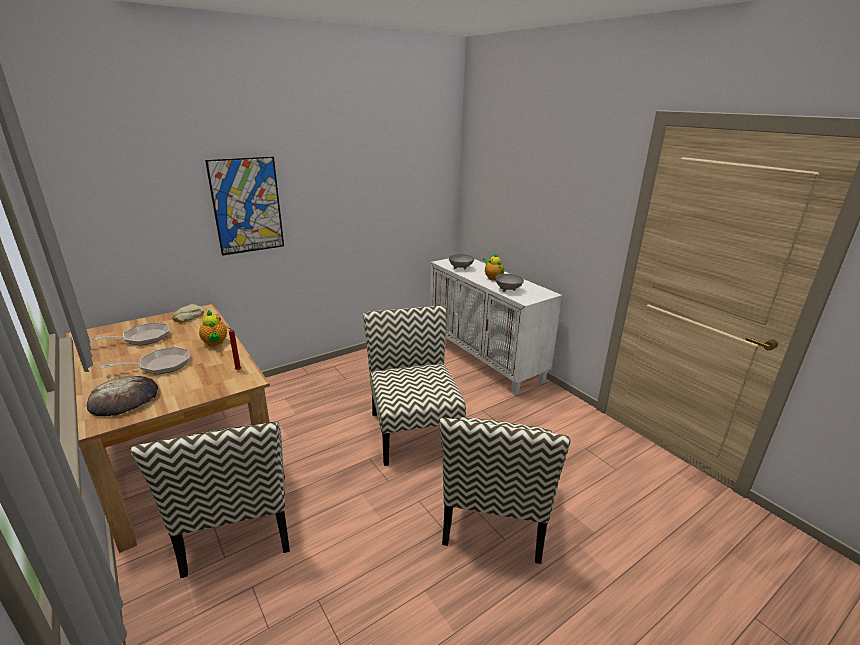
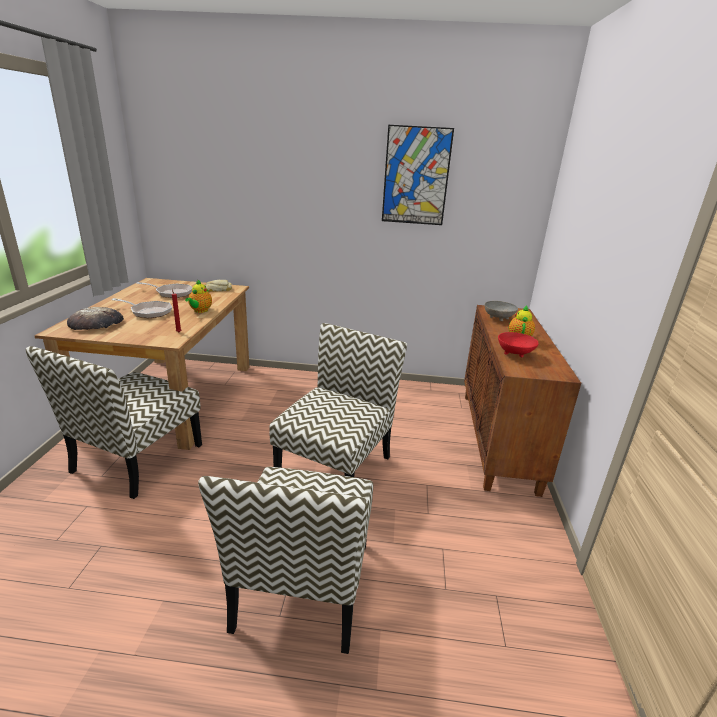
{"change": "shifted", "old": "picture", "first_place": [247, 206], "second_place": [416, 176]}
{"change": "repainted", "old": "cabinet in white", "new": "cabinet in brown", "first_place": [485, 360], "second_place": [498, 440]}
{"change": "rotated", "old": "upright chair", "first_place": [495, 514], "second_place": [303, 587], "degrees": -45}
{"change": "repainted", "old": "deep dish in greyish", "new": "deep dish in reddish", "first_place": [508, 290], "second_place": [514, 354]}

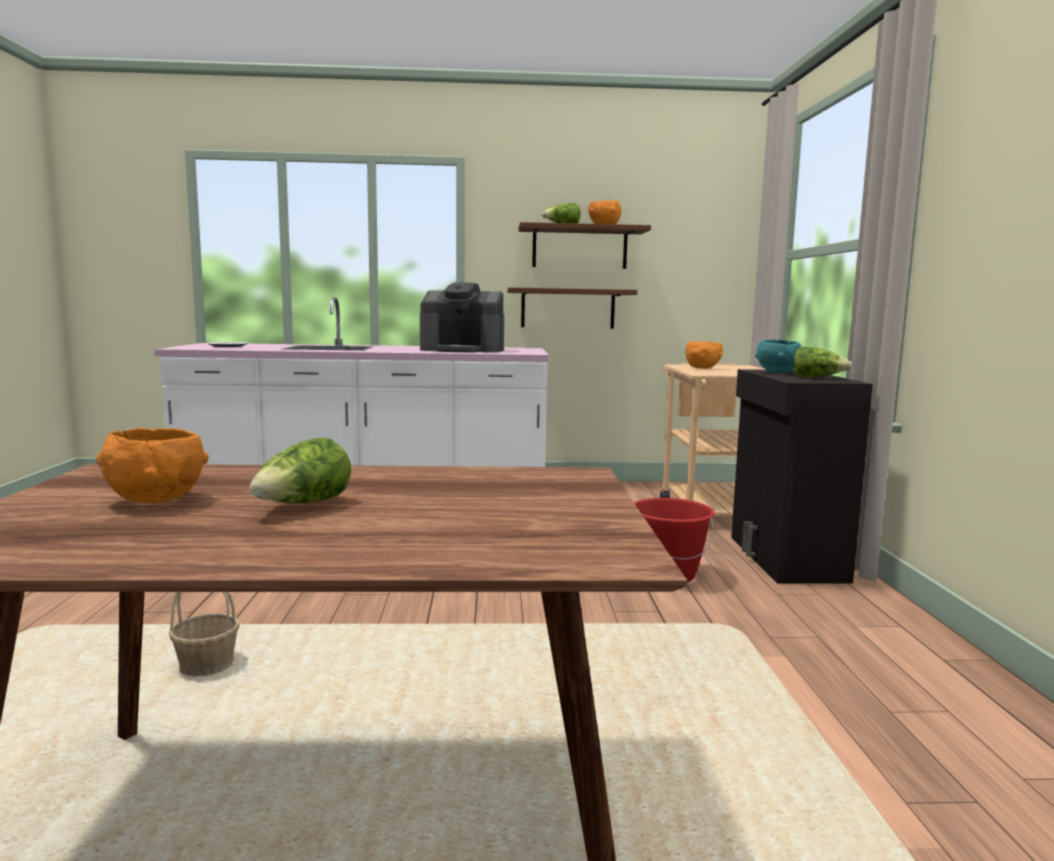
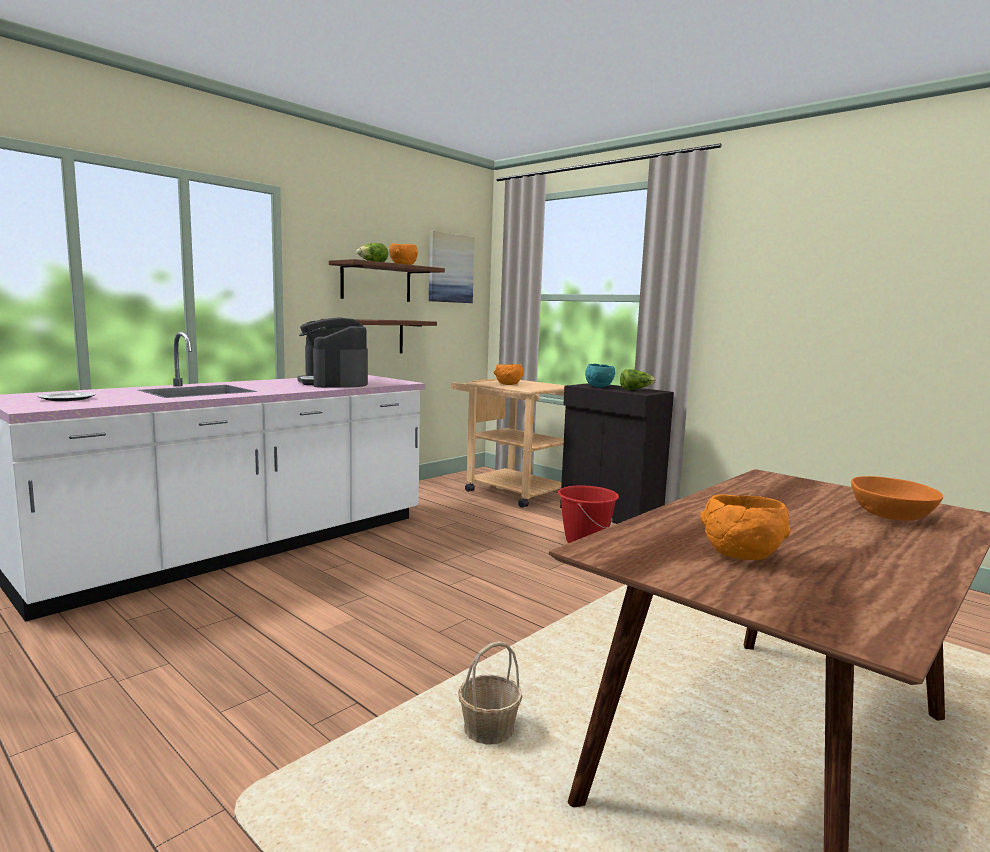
{"change": "gone", "old": "lettuce", "first_place": [303, 505]}
{"change": "rotated", "old": "coffee brewer", "first_place": [463, 350], "second_place": [334, 383], "degrees": 105}
{"change": "new", "new": "picture", "second_place": [450, 268]}
{"change": "new", "new": "deep dish in orangey", "second_place": [892, 516]}

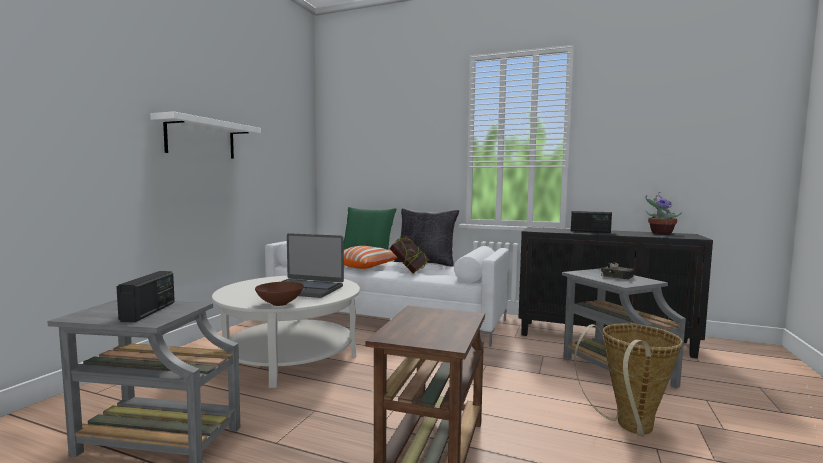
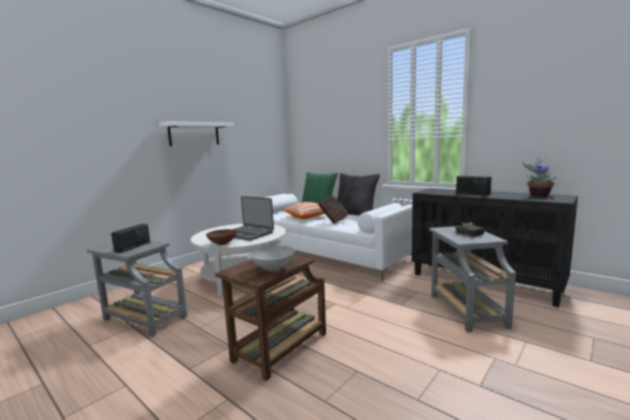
{"change": "gone", "old": "household basket", "first_place": [629, 428]}
{"change": "new", "new": "deep dish in greyish", "second_place": [274, 268]}

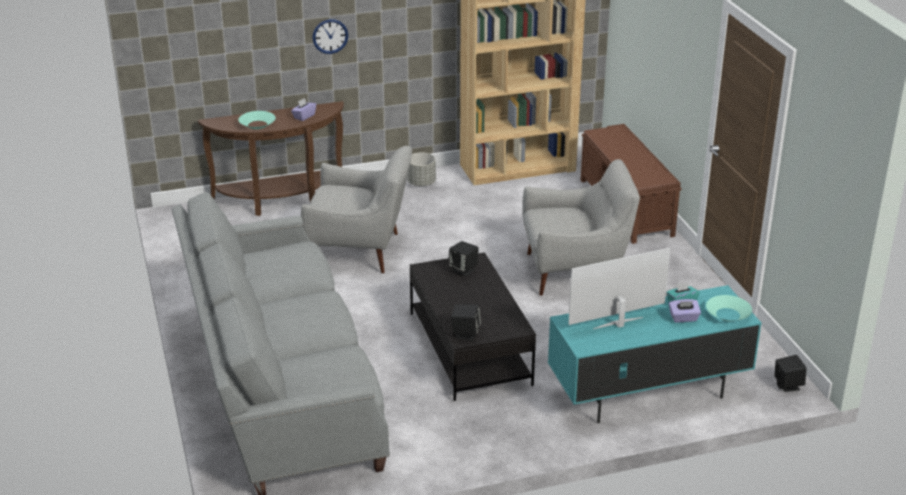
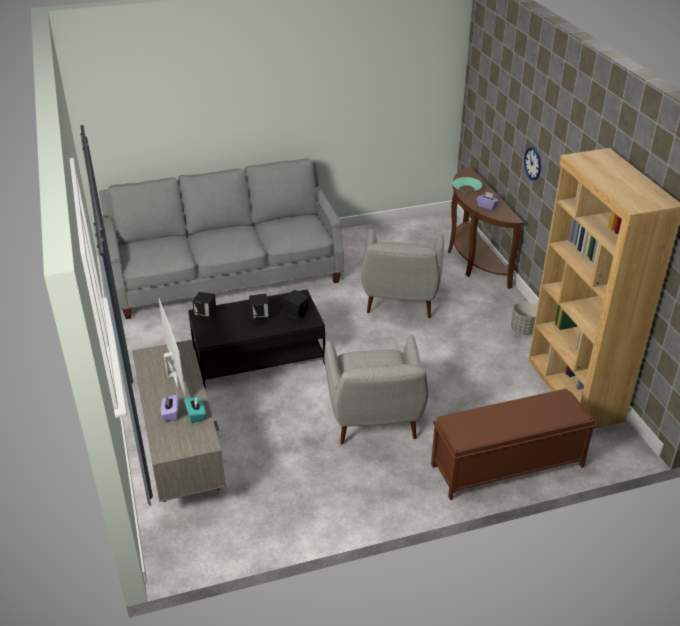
{"change": "repainted", "old": "tv stand in blue-green", "new": "tv stand in greyish", "first_place": [647, 393], "second_place": [181, 453]}
{"change": "gone", "old": "deep dish in blue-green", "first_place": [727, 314]}
{"change": "shifted", "old": "loudspeaker in black", "first_place": [787, 385], "second_place": [260, 316]}

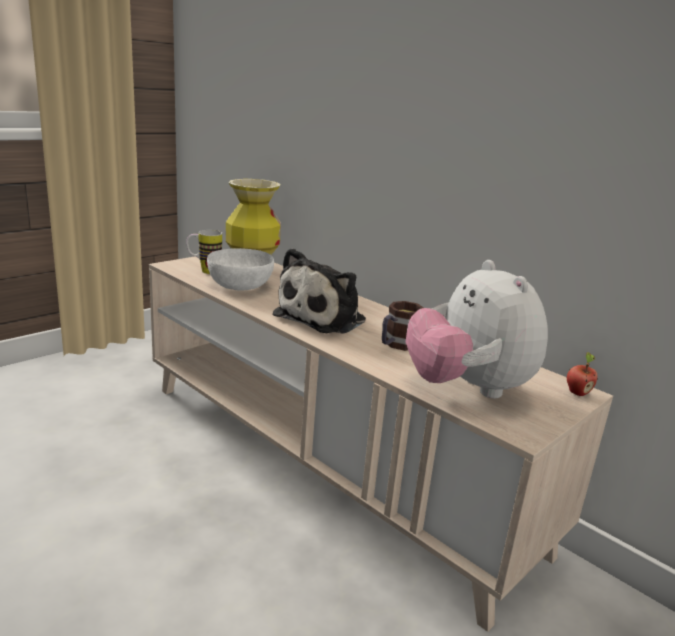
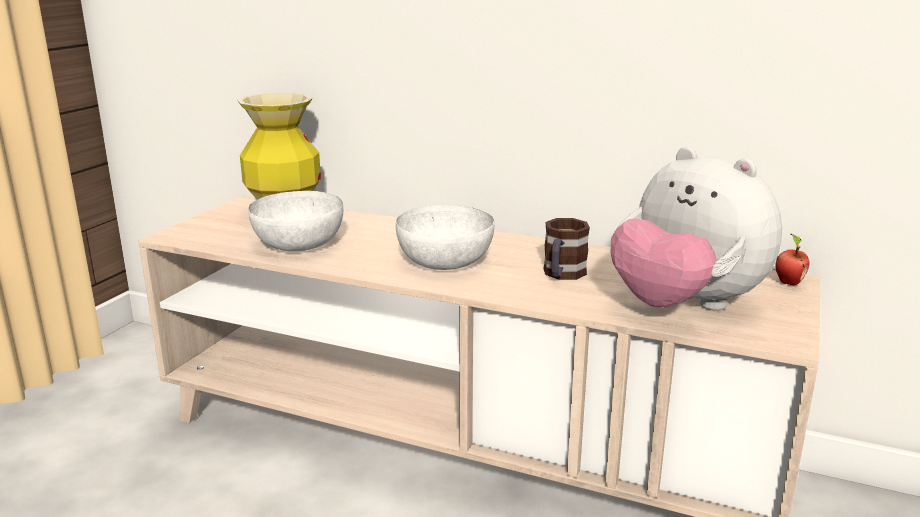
{"change": "gone", "old": "tea mug", "first_place": [204, 271]}
{"change": "swapped", "old": "cuddly toy", "new": "deep dish in white", "first_place": [324, 317], "second_place": [446, 261]}

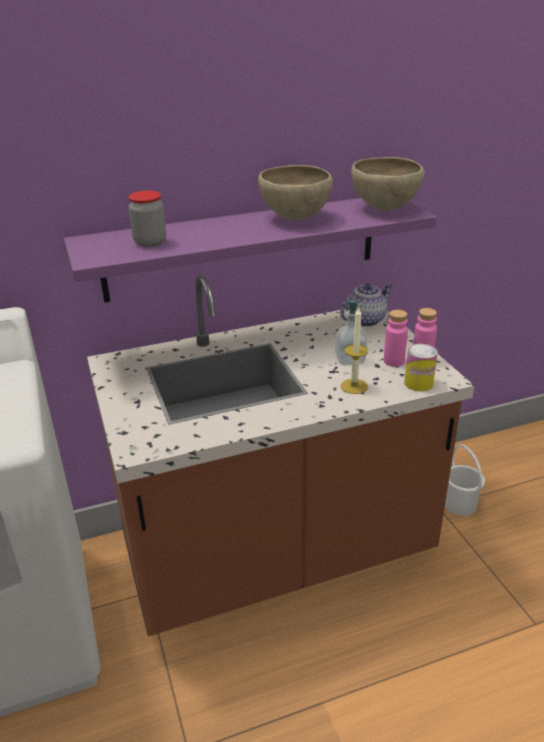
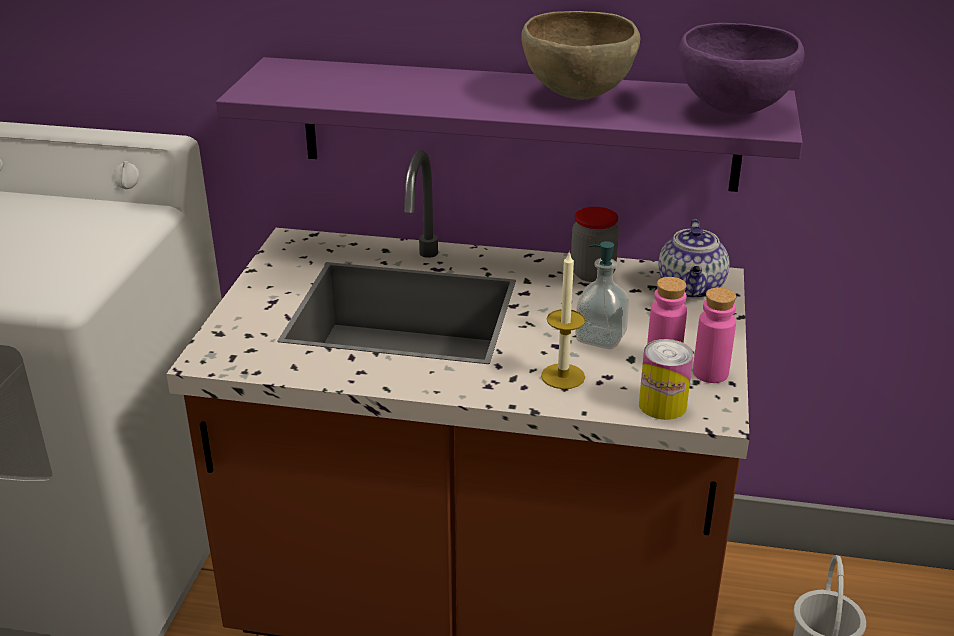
{"change": "shifted", "old": "preserve jar", "first_place": [150, 242], "second_place": [592, 274]}
{"change": "rotated", "old": "tea pot", "first_place": [365, 320], "second_place": [691, 288], "degrees": 105}
{"change": "repainted", "old": "deep dish in brown", "new": "deep dish in purple", "first_place": [383, 209], "second_place": [732, 112]}

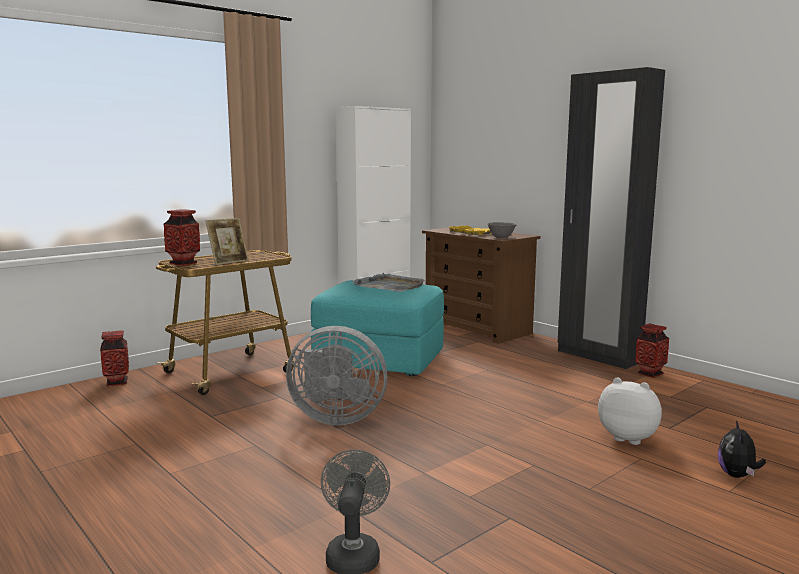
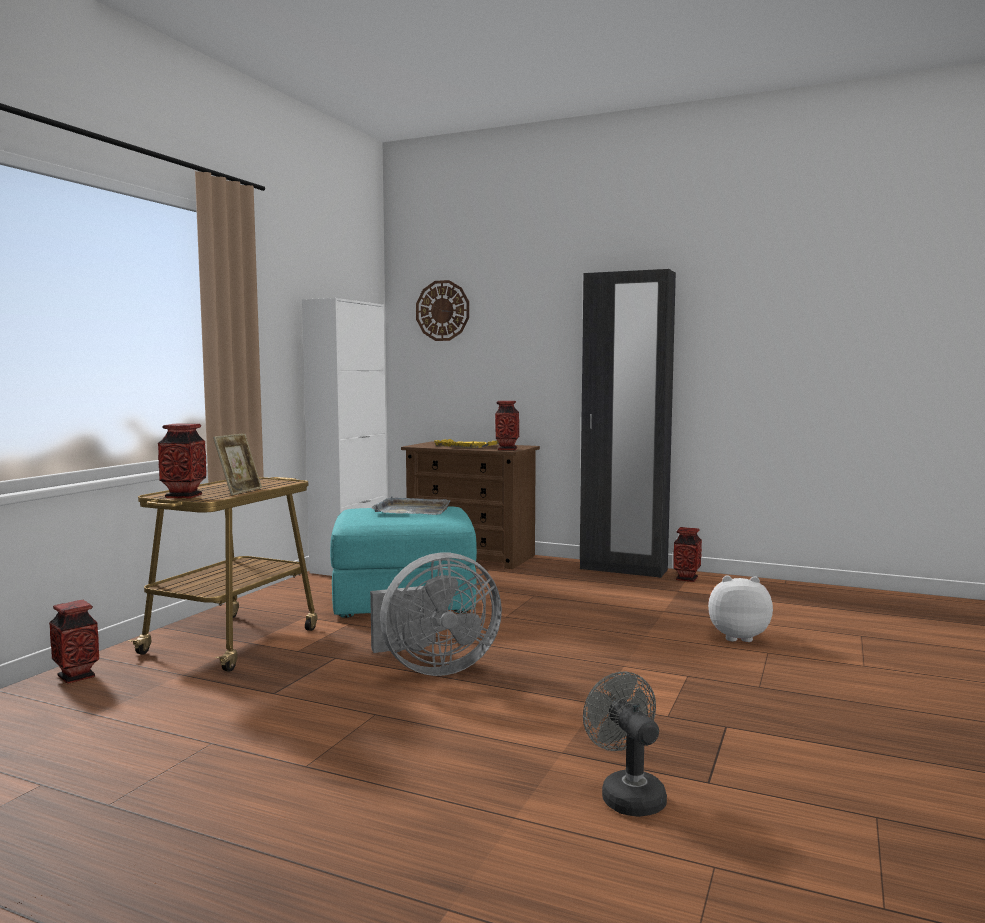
{"change": "swapped", "old": "deep dish in greyish", "new": "flower vase", "first_place": [501, 238], "second_place": [507, 449]}
{"change": "gone", "old": "cuddly toy", "first_place": [737, 475]}
{"change": "new", "new": "wall clock", "second_place": [442, 310]}

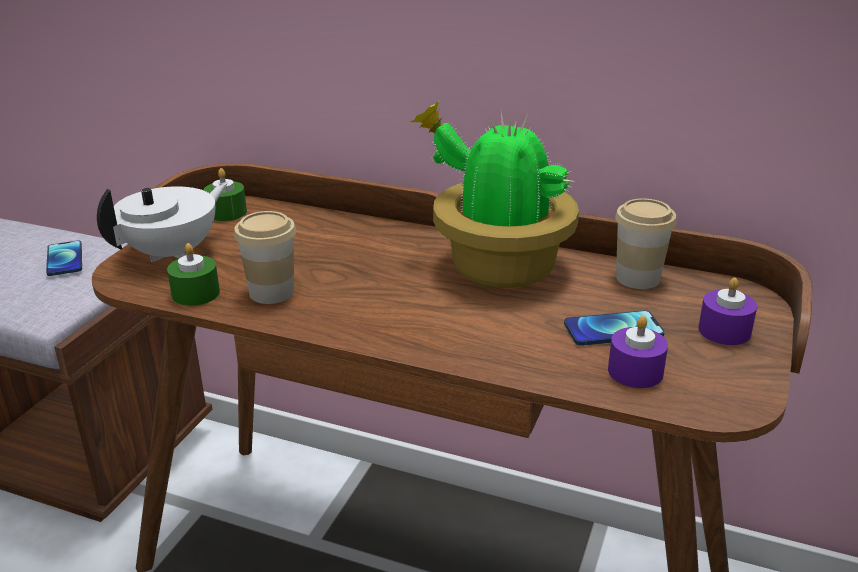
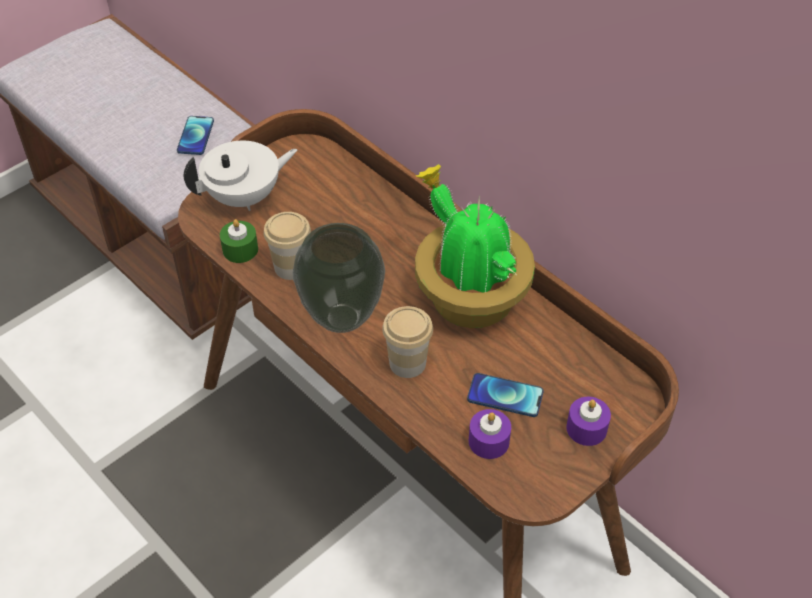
{"change": "gone", "old": "wax light in greenish", "first_place": [226, 212]}
{"change": "shifted", "old": "small cup", "first_place": [637, 278], "second_place": [407, 363]}
{"change": "new", "new": "flower vase", "second_place": [342, 320]}

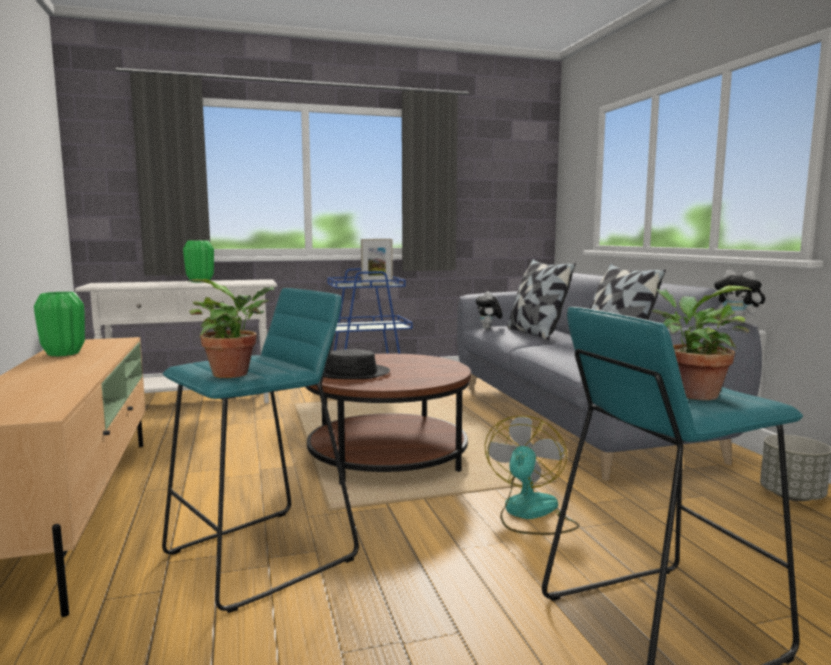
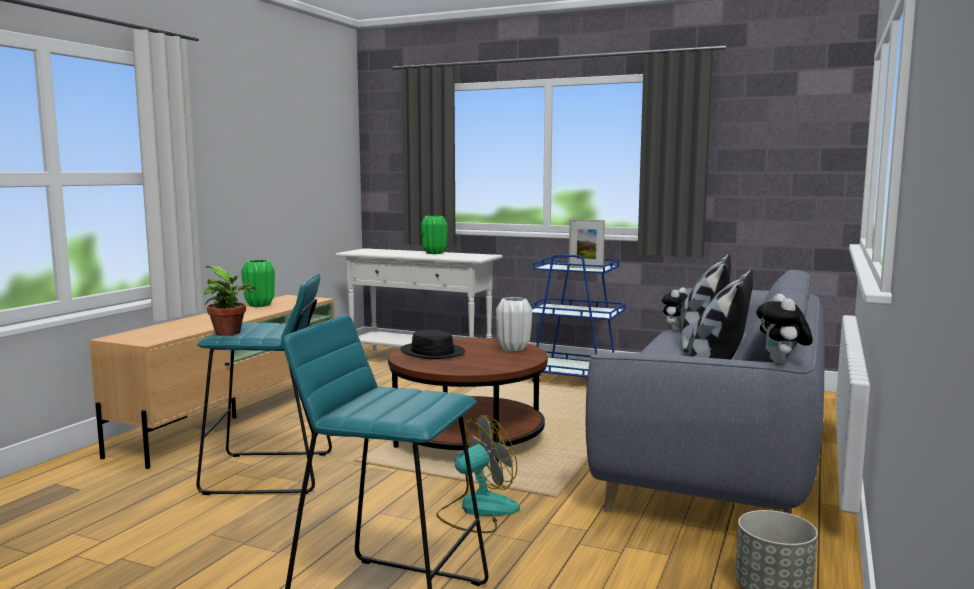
{"change": "gone", "old": "houseplant", "first_place": [690, 394]}
{"change": "new", "new": "flower vase in white", "second_place": [514, 349]}

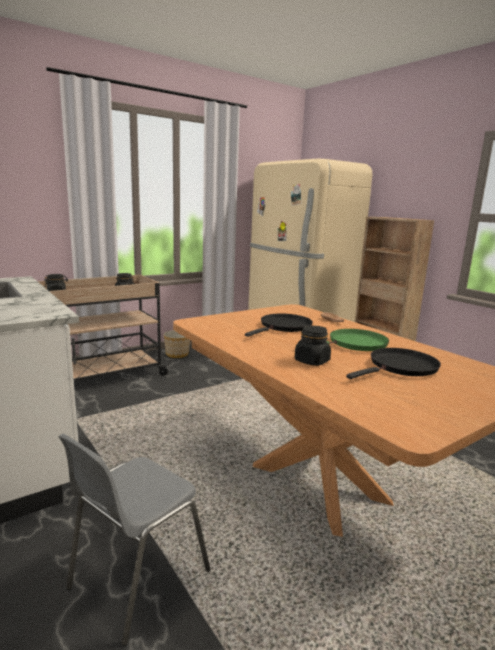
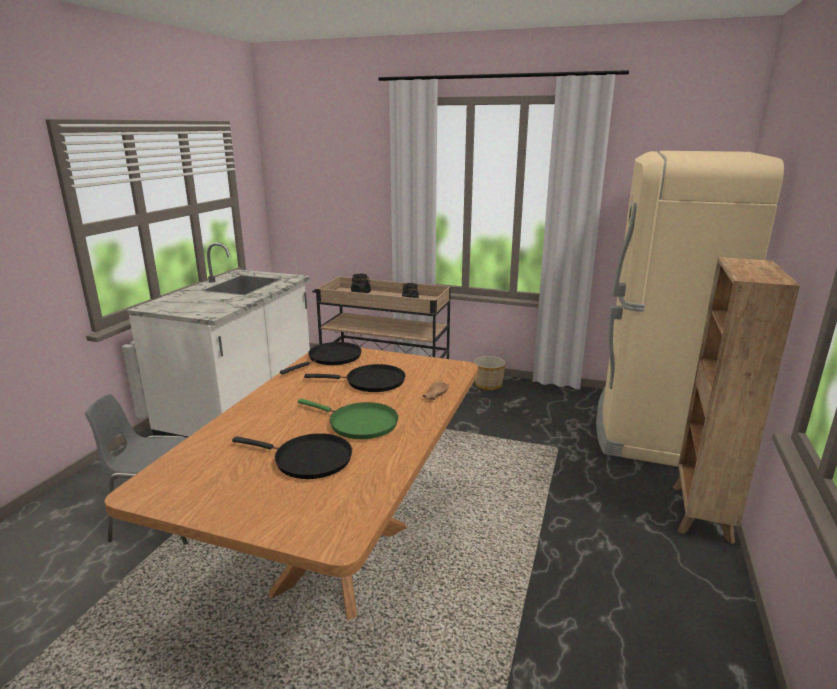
{"change": "gone", "old": "preserve jar in black", "first_place": [312, 361]}
{"change": "new", "new": "frying pan in black", "second_place": [332, 358]}

